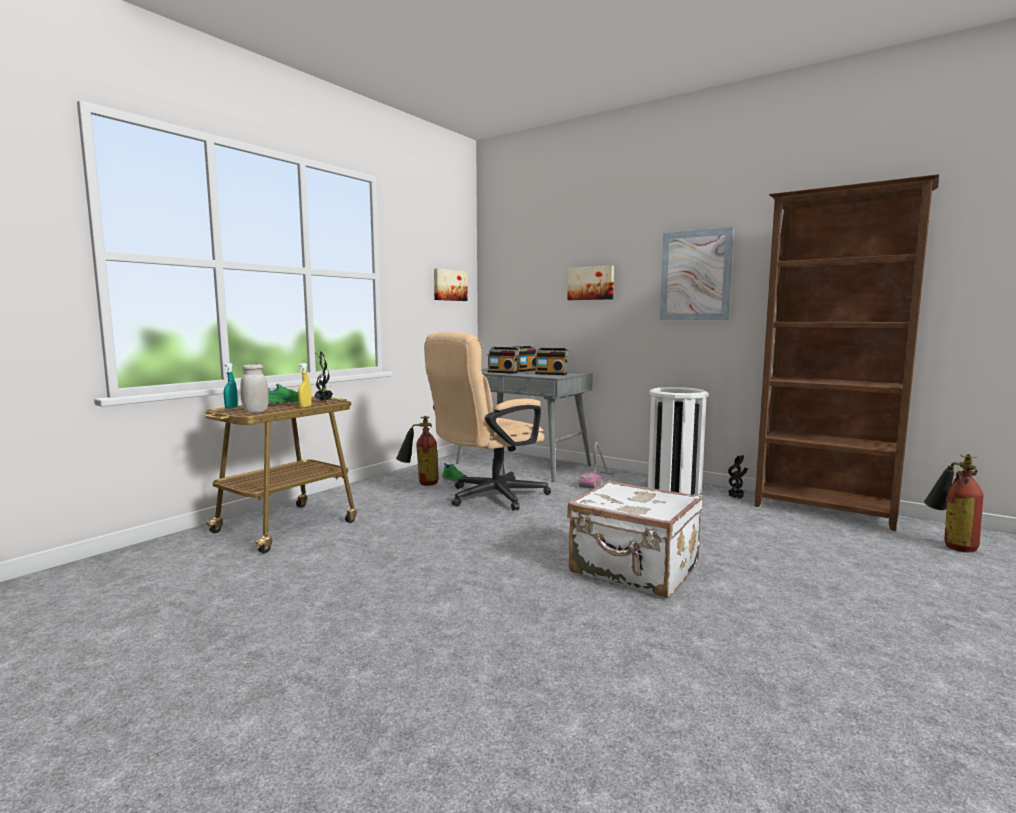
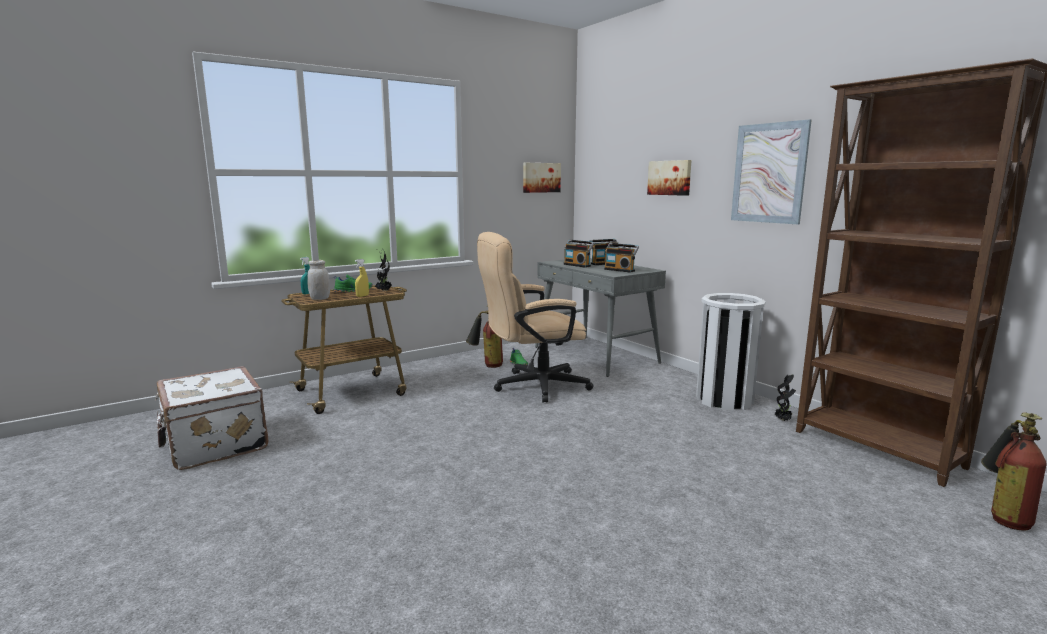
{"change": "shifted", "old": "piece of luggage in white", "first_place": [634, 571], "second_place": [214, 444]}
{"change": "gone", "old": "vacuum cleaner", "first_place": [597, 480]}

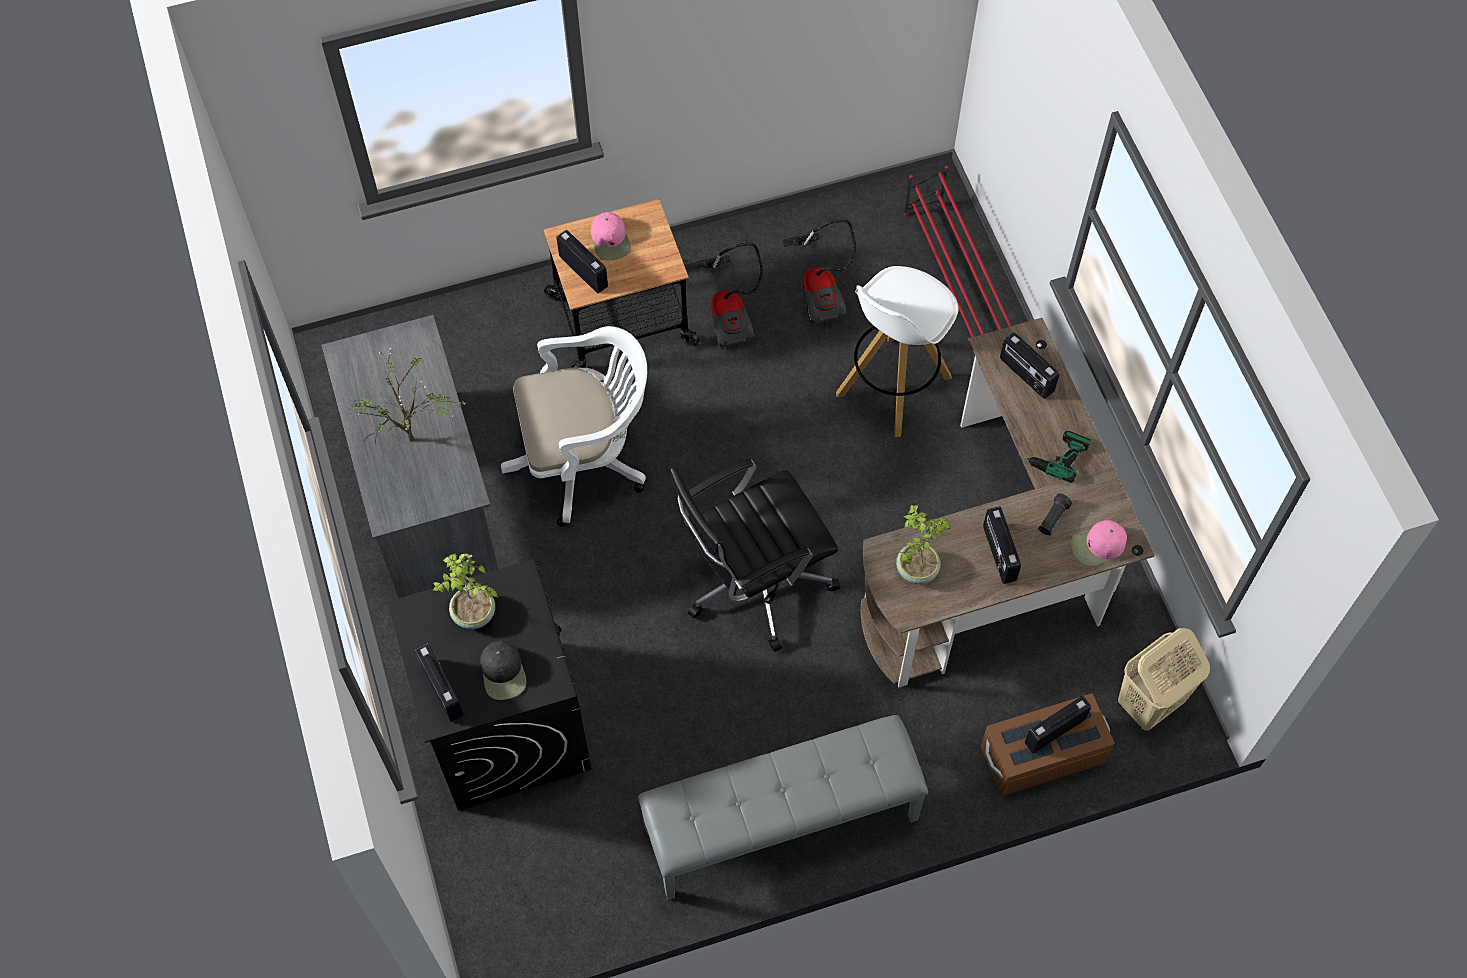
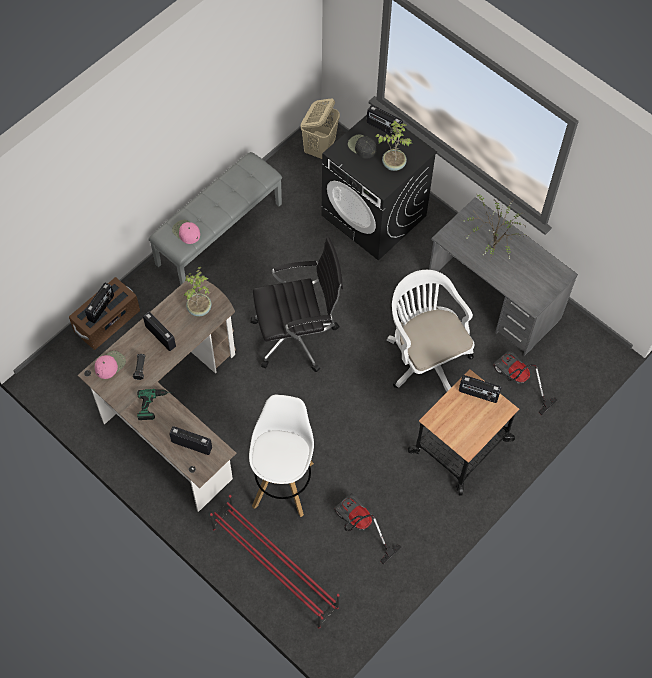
{"change": "rotated", "old": "desk chair in white", "first_place": [585, 459], "second_place": [425, 356], "degrees": 105}
{"change": "shifted", "old": "cap in pink-coloured", "first_place": [610, 240], "second_place": [186, 232]}
{"change": "rotated", "old": "desk chair in black", "first_place": [753, 582], "second_place": [297, 336], "degrees": 45}
{"change": "shifted", "old": "vacuum cleaner", "first_place": [730, 311], "second_place": [517, 381]}
{"change": "shifted", "old": "hamper in sand-coloured", "first_place": [1148, 704], "second_place": [320, 148]}

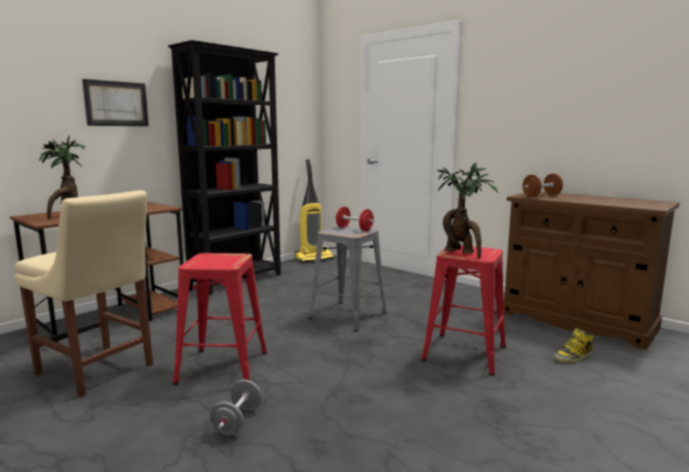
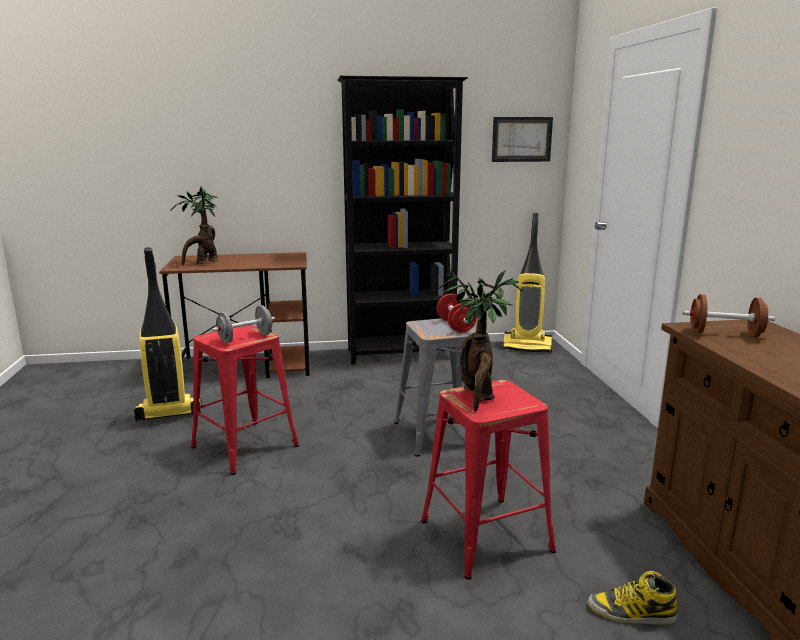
{"change": "swapped", "old": "upright chair in sand-coloured", "new": "vacuum cleaner", "first_place": [97, 371], "second_place": [168, 413]}
{"change": "shifted", "old": "picture", "first_place": [116, 103], "second_place": [521, 139]}
{"change": "shifted", "old": "free weight in greyish", "first_place": [237, 421], "second_place": [245, 338]}

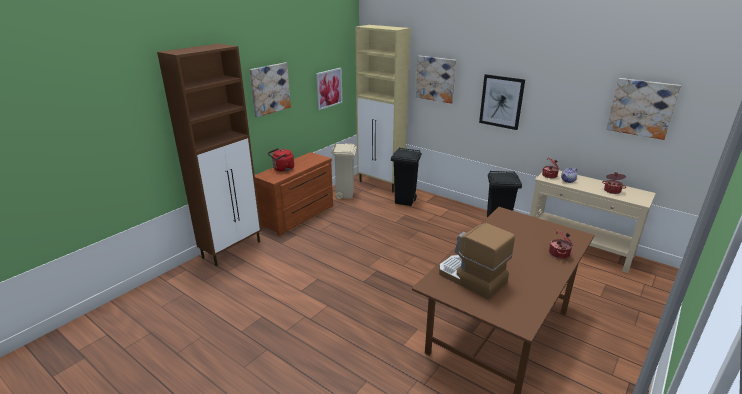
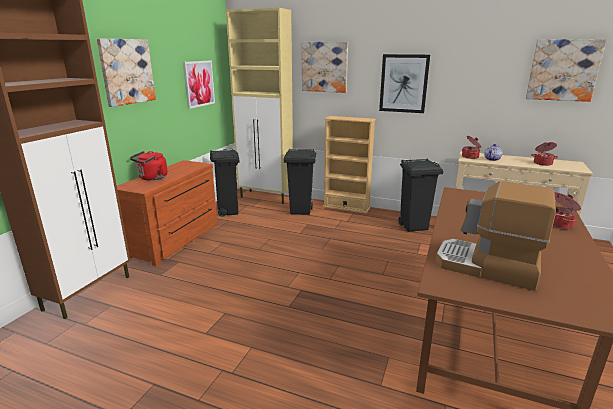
{"change": "repainted", "old": "waste bin in sand-coloured", "new": "waste bin in black", "first_place": [345, 194], "second_place": [228, 211]}
{"change": "new", "new": "bookcase in sand-coloured", "second_place": [346, 207]}

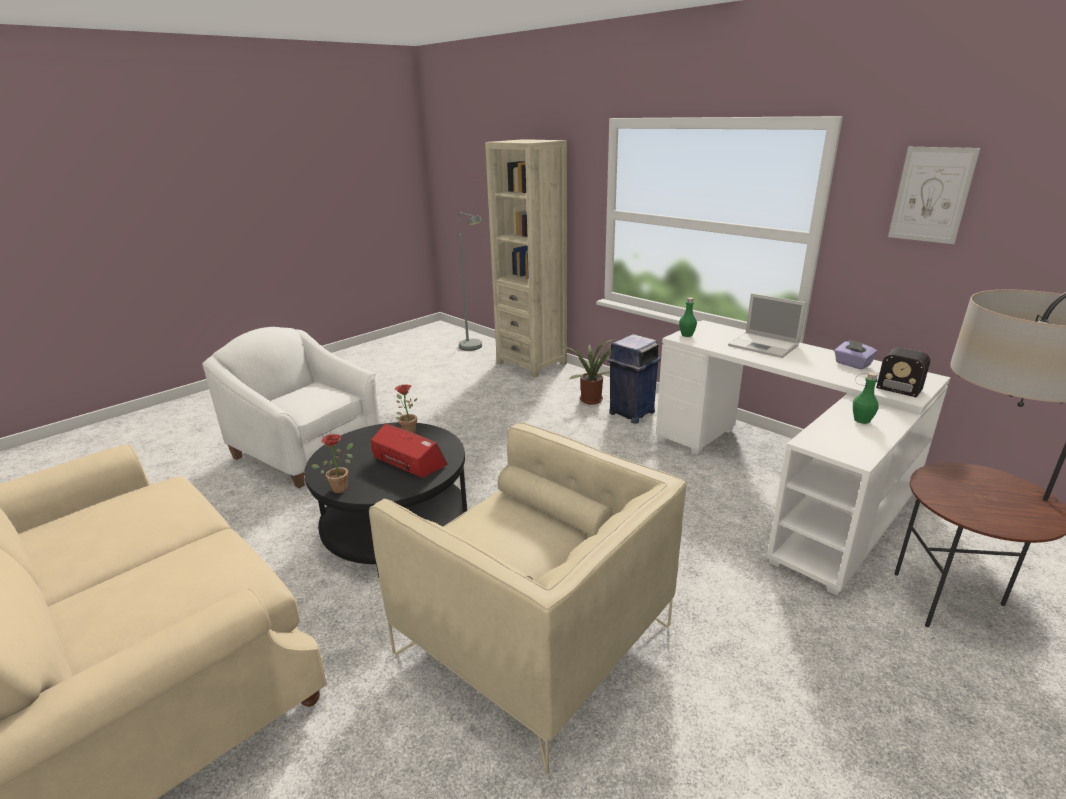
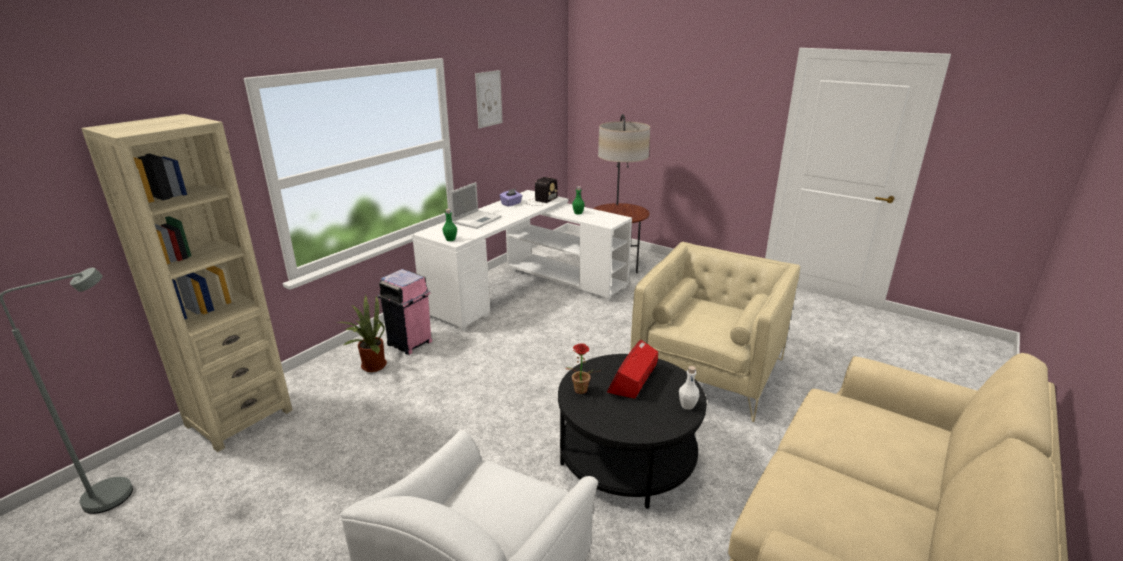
{"change": "swapped", "old": "houseplant", "new": "beverage bottle in white", "first_place": [341, 487], "second_place": [687, 405]}
{"change": "repainted", "old": "waste bin in bluish", "new": "waste bin in pink-coloured", "first_place": [631, 413], "second_place": [410, 343]}

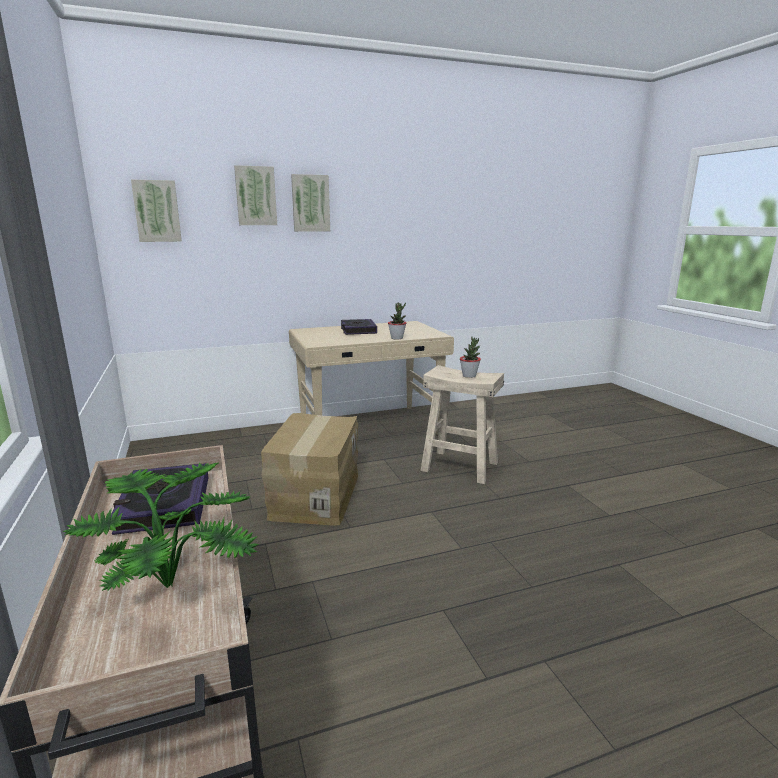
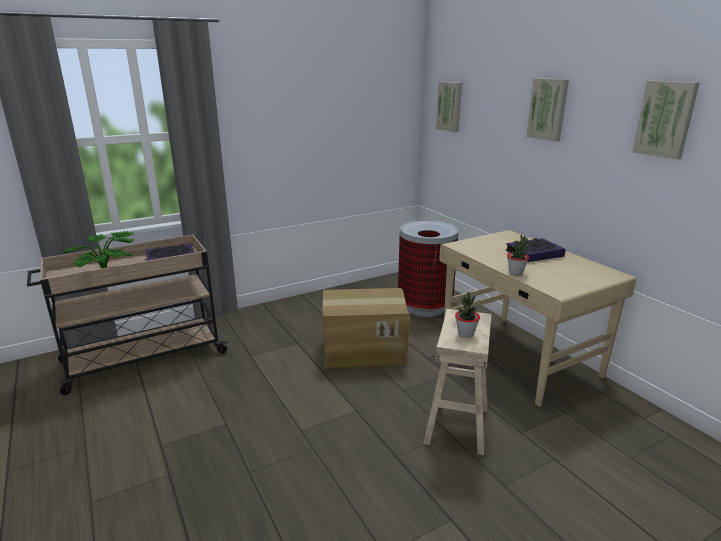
{"change": "shifted", "old": "picture", "first_place": [256, 196], "second_place": [665, 119]}
{"change": "new", "new": "waste bin", "second_place": [424, 306]}

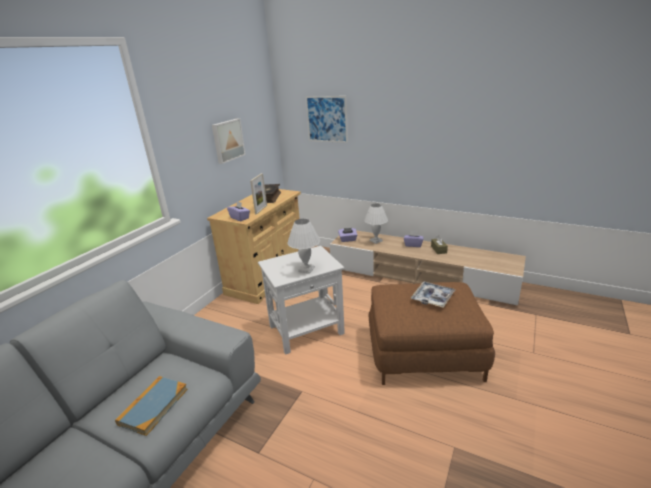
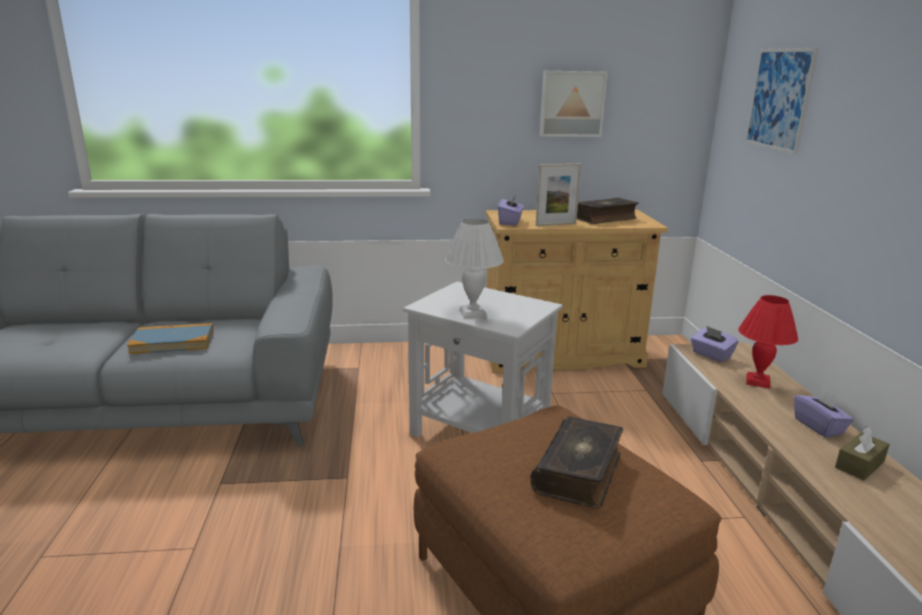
{"change": "repainted", "old": "table lamp in white", "new": "table lamp in reddish", "first_place": [376, 241], "second_place": [757, 381]}
{"change": "swapped", "old": "serving tray", "new": "bound book", "first_place": [432, 298], "second_place": [579, 472]}

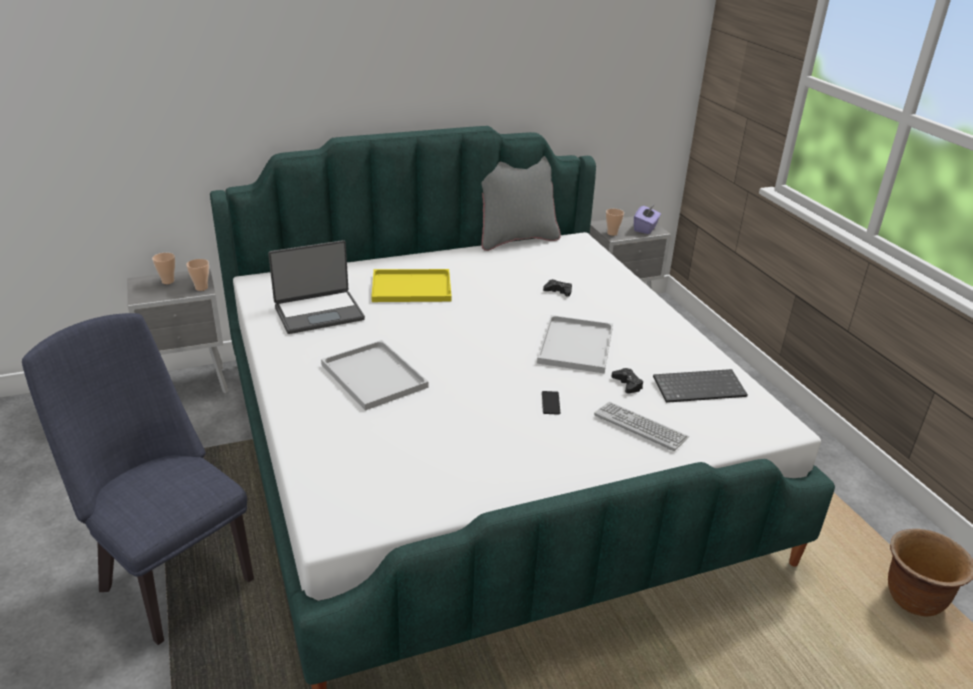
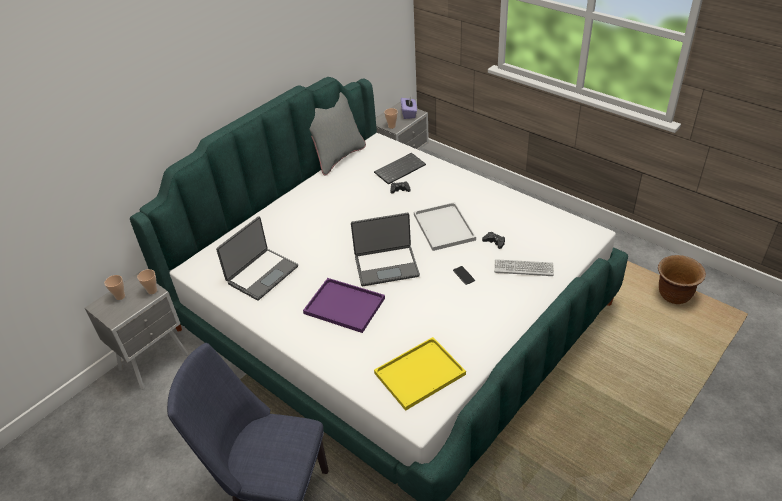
{"change": "repainted", "old": "serving tray in white", "new": "serving tray in purple", "first_place": [372, 375], "second_place": [342, 306]}
{"change": "shifted", "old": "serving tray in yellow-coloured", "first_place": [409, 288], "second_place": [419, 375]}
{"change": "shifted", "old": "PC keyboard", "first_place": [699, 387], "second_place": [400, 169]}
{"change": "new", "new": "portable computer", "second_place": [386, 266]}

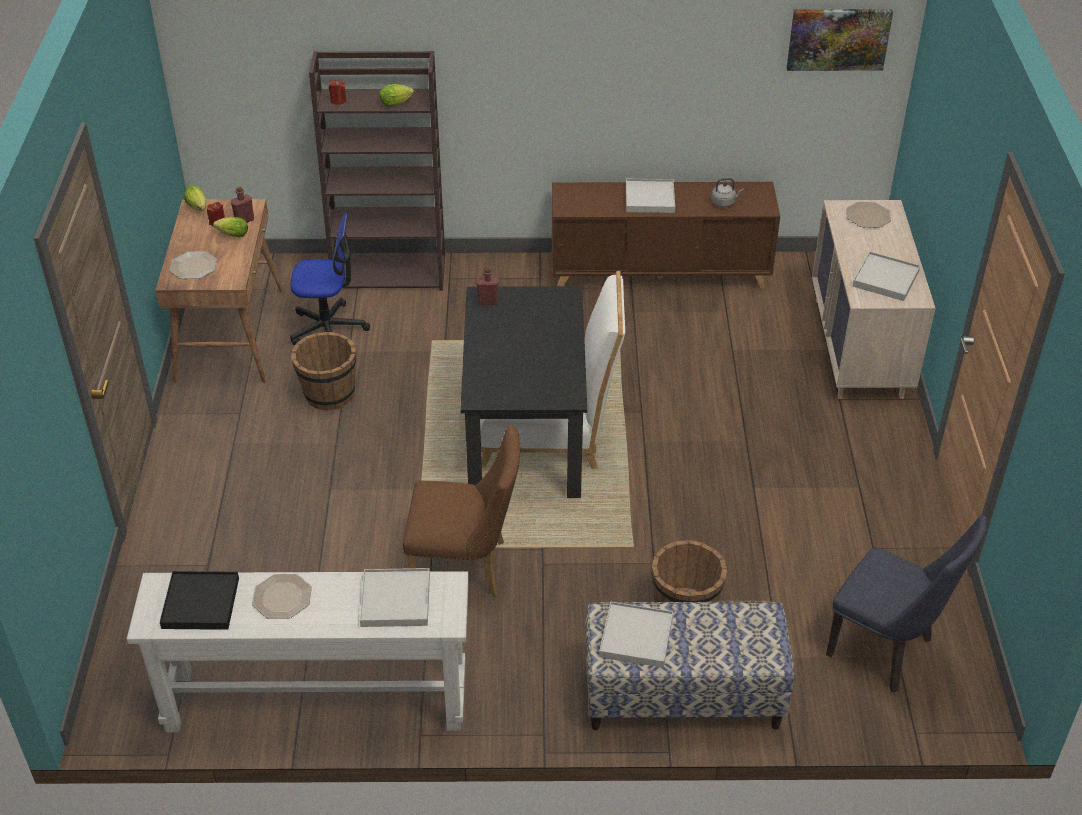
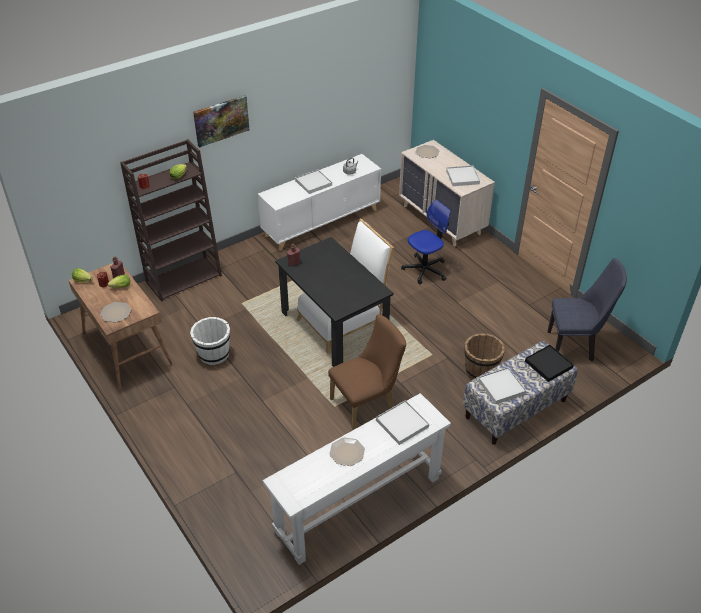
{"change": "shifted", "old": "serving tray in black", "first_place": [201, 603], "second_place": [548, 364]}
{"change": "shifted", "old": "desk chair", "first_place": [328, 329], "second_place": [425, 270]}
{"change": "repainted", "old": "pail in brown", "new": "pail in white", "first_place": [329, 394], "second_place": [213, 354]}
{"change": "repainted", "old": "cabinet in brown", "new": "cabinet in white", "first_place": [660, 273], "second_place": [321, 222]}
{"change": "shifted", "old": "picture", "first_place": [838, 38], "second_place": [221, 120]}

